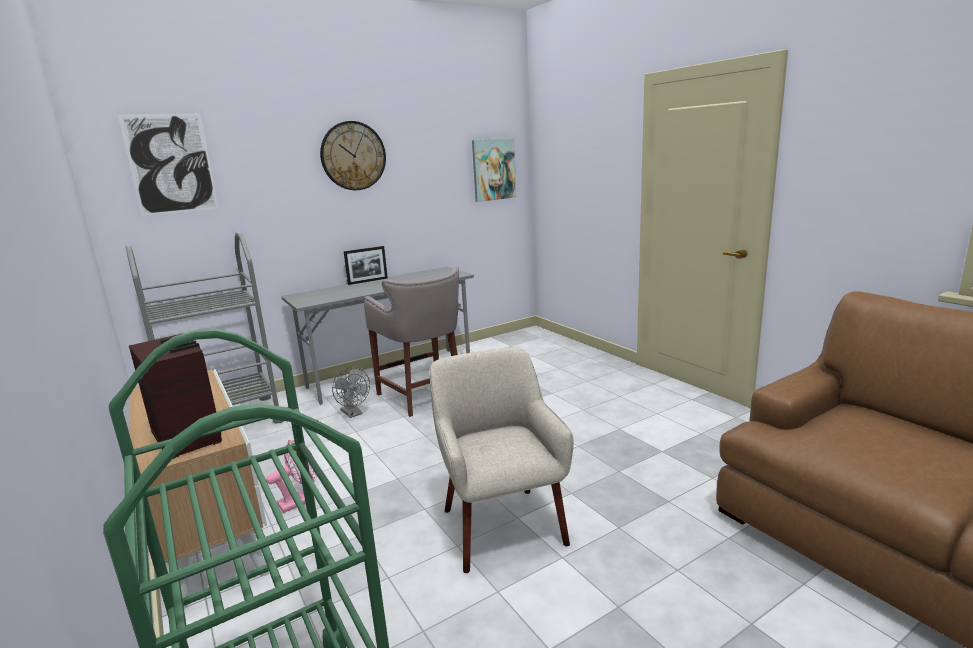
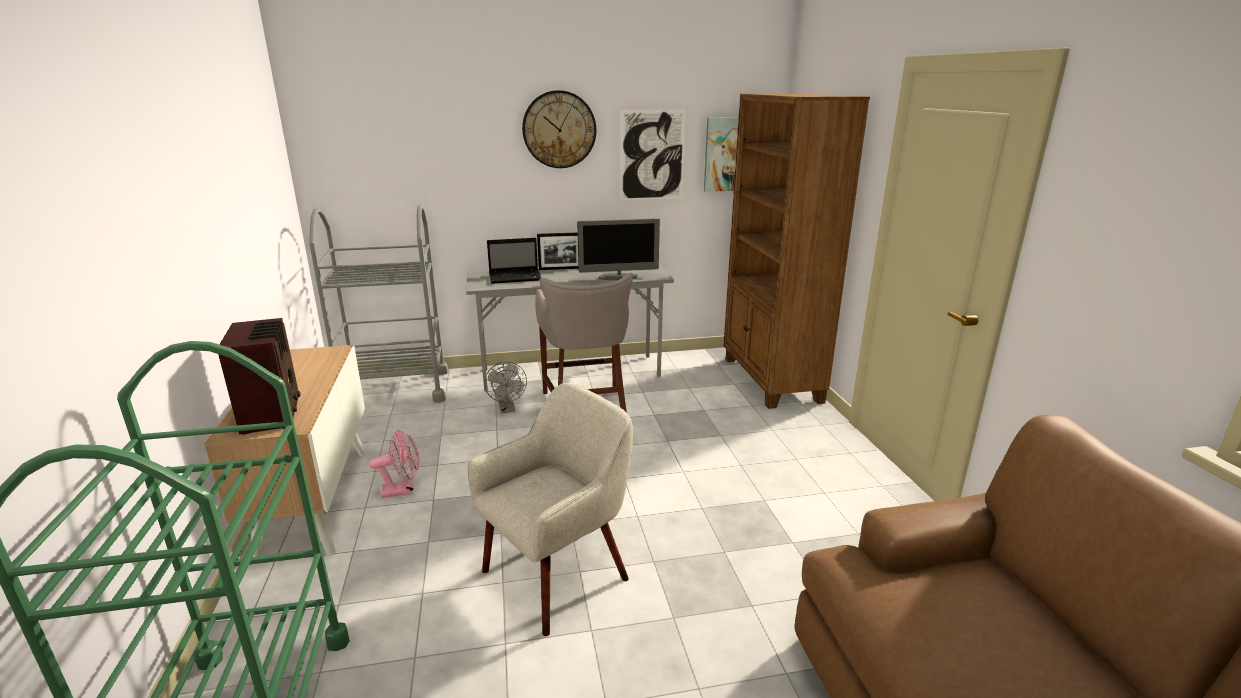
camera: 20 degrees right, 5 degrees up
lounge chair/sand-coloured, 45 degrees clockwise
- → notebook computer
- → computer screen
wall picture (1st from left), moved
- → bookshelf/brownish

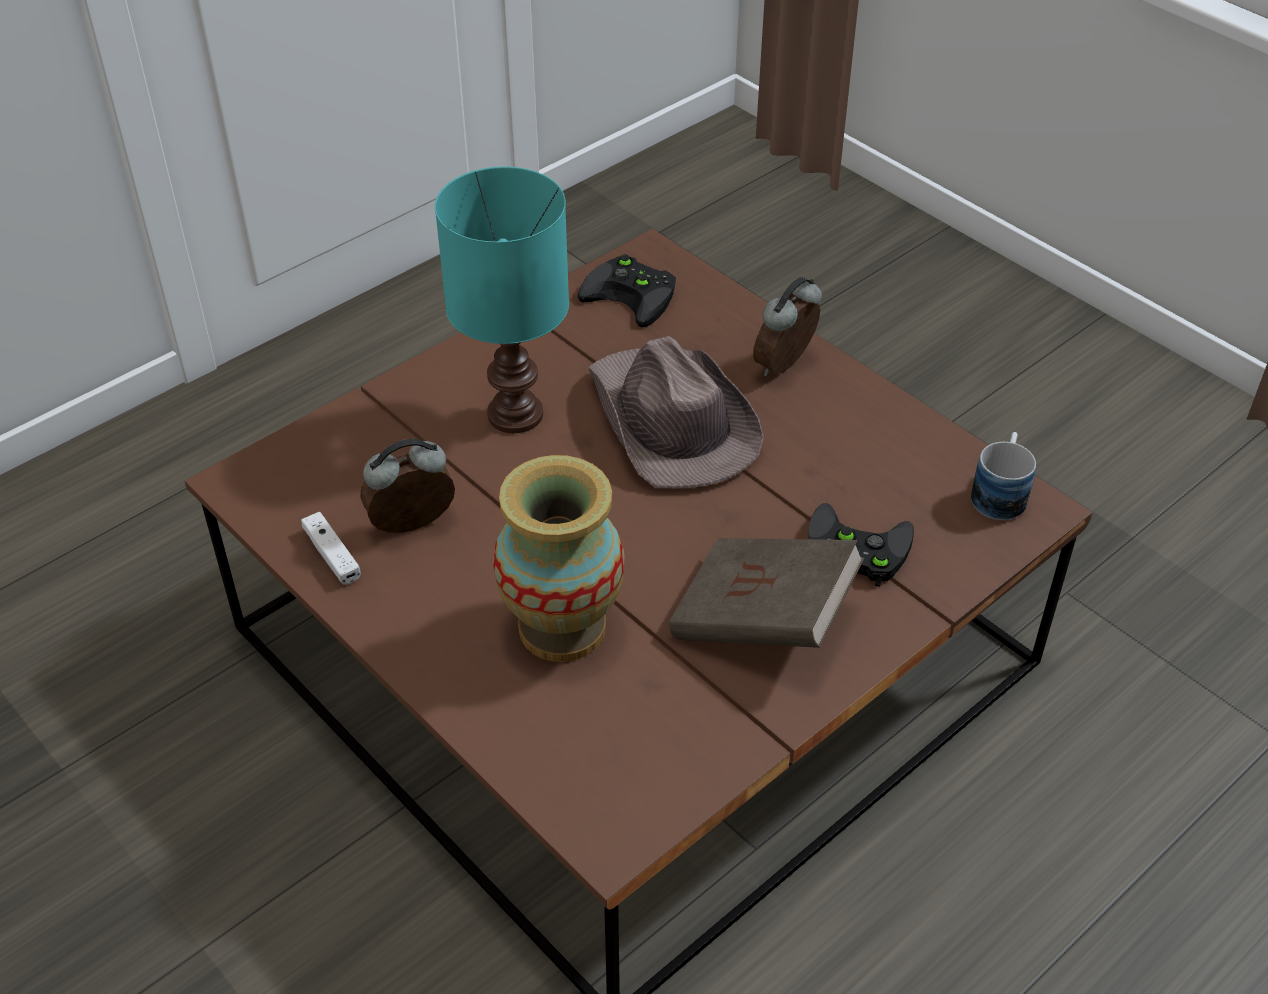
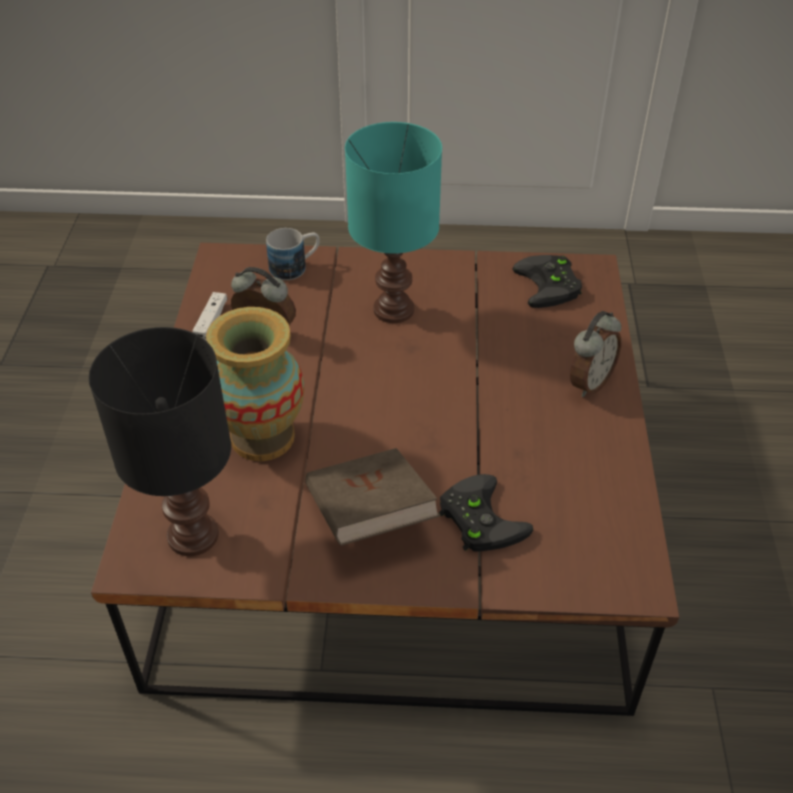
camera: 45 degrees right, 0 degrees up
- → tabletop lamp/black-coloured
coffee mug, moved
bedside clock (2nd from left), 135 degrees clockwise
clothing hat/brownish → -

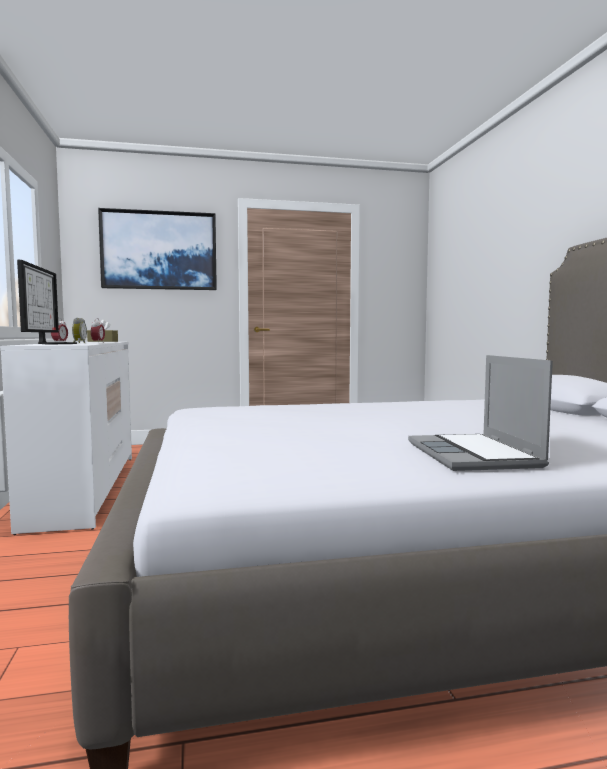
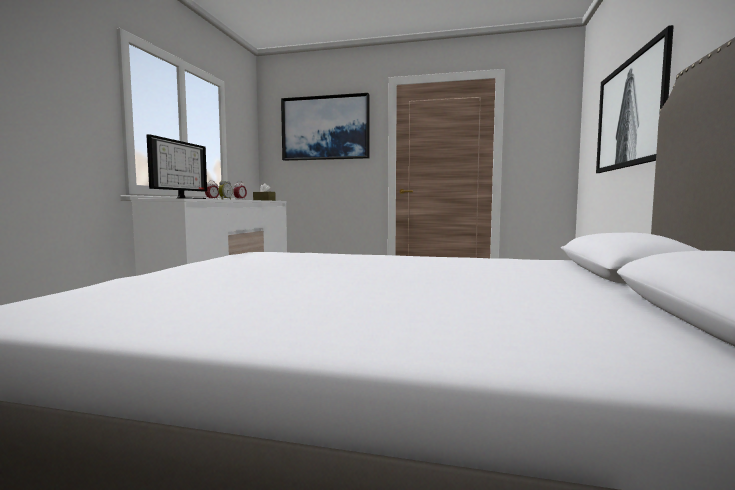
camera: 25 degrees right, 0 degrees up
- → wall picture (2nd from left)
notebook computer → -

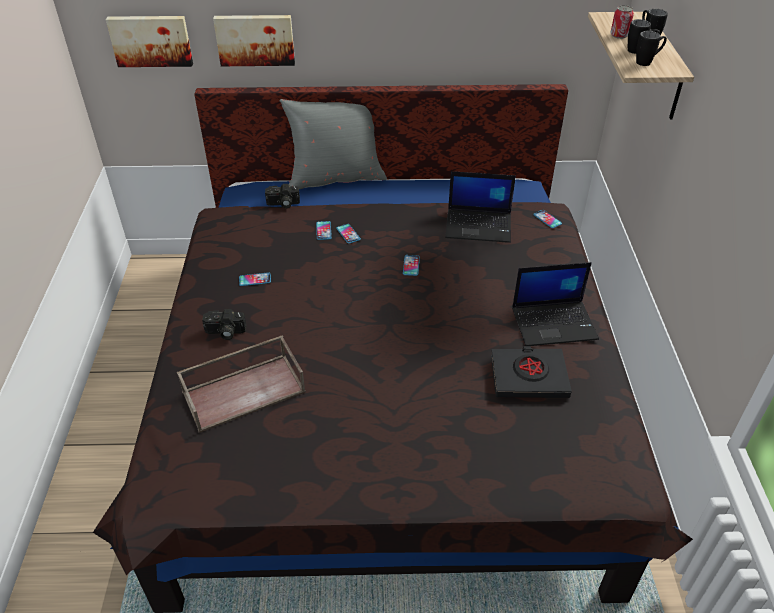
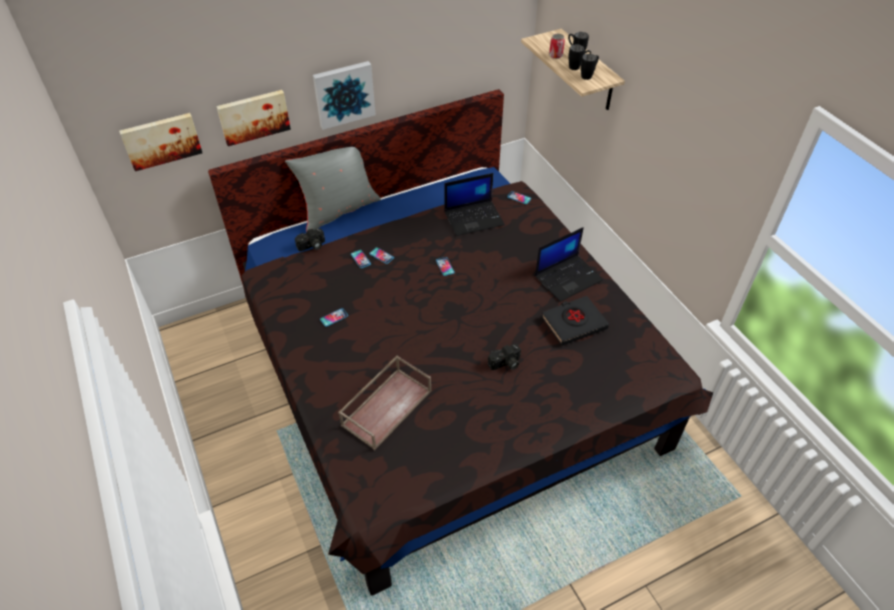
camera: 25 degrees left, 5 degrees up
- → wall picture (3rd from left)
photo camera (1st from left in the first image) → photo camera (2nd from left), moved

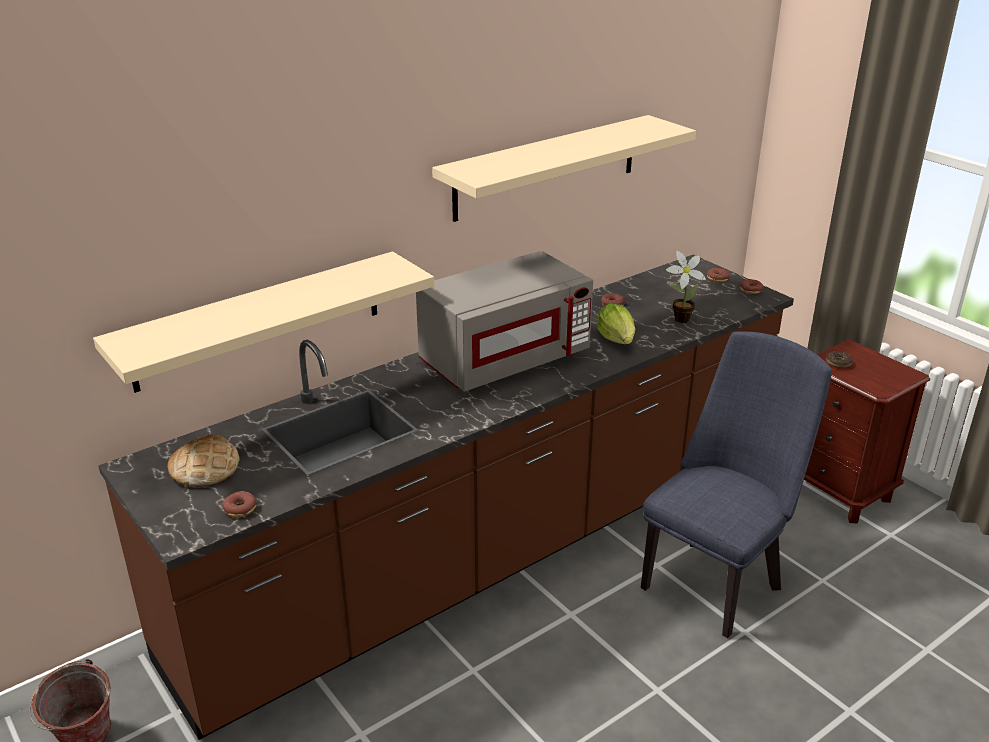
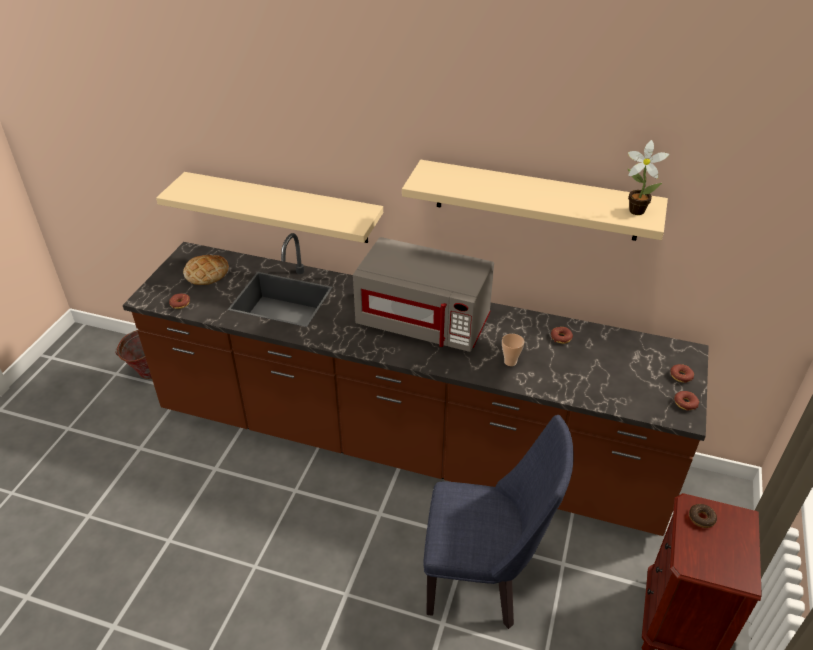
camera: 55 degrees right, 10 degrees up
lettuce → cup
potted plant, moved

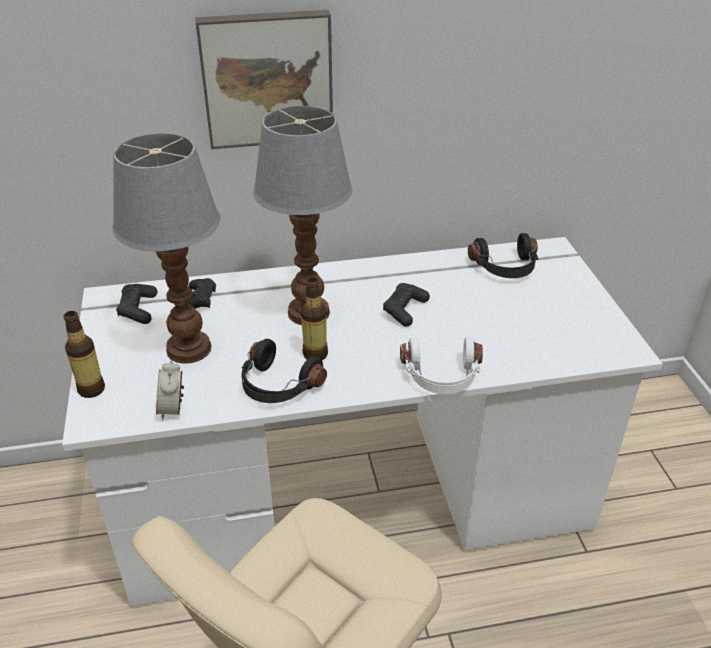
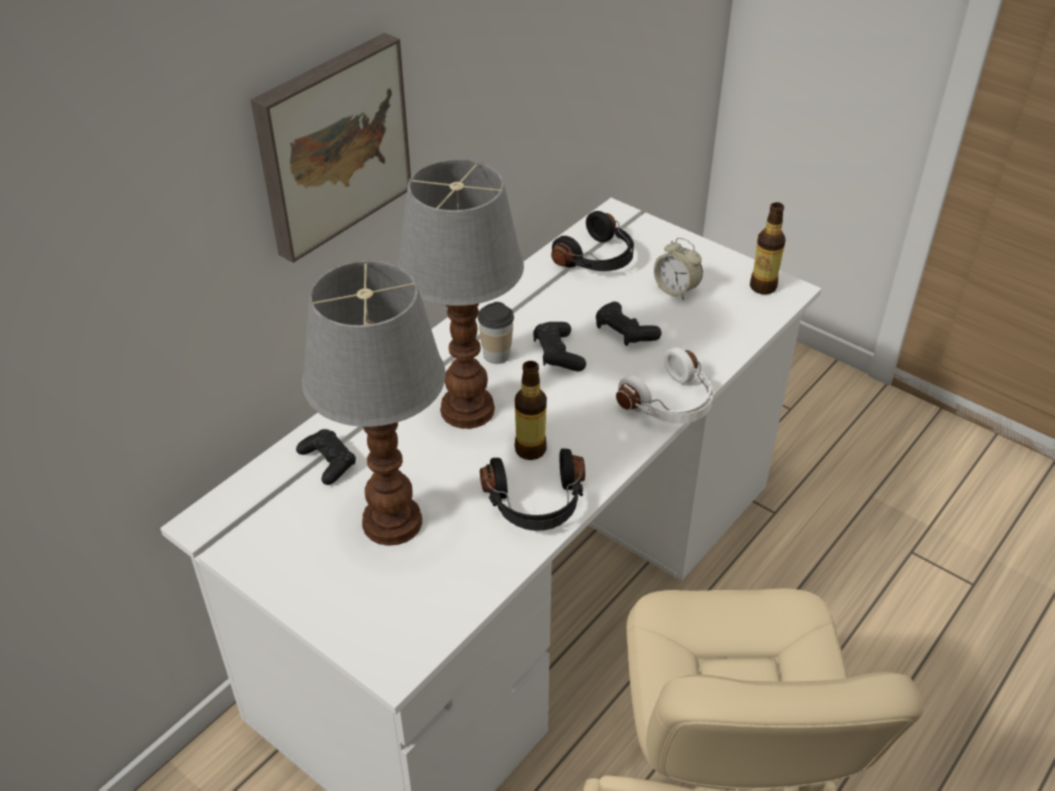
camera: 40 degrees left, 5 degrees up
- → cup
joypad/black-coloured (1st from left in the first image) → joypad/black-coloured (3rd from left), moved
bedside clock, moved
drink bottle (1st from left in the first image) → drink bottle (2nd from left), moved

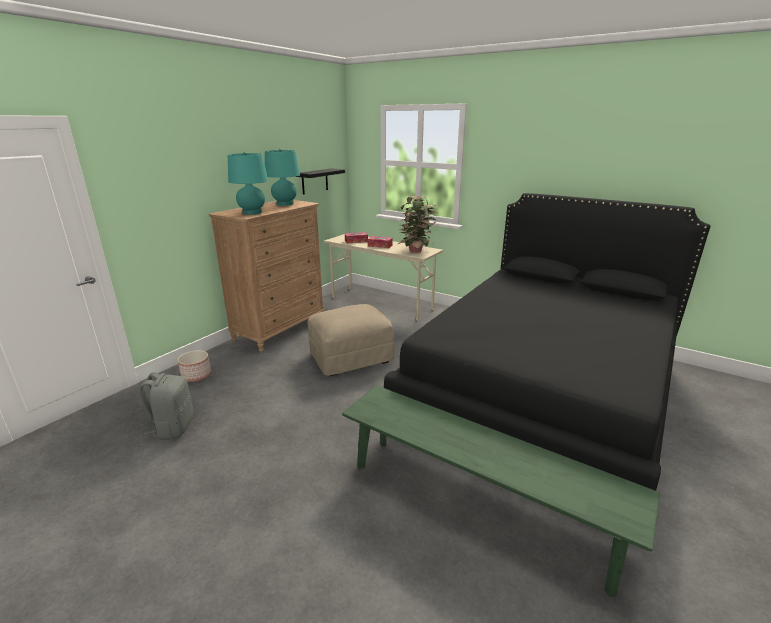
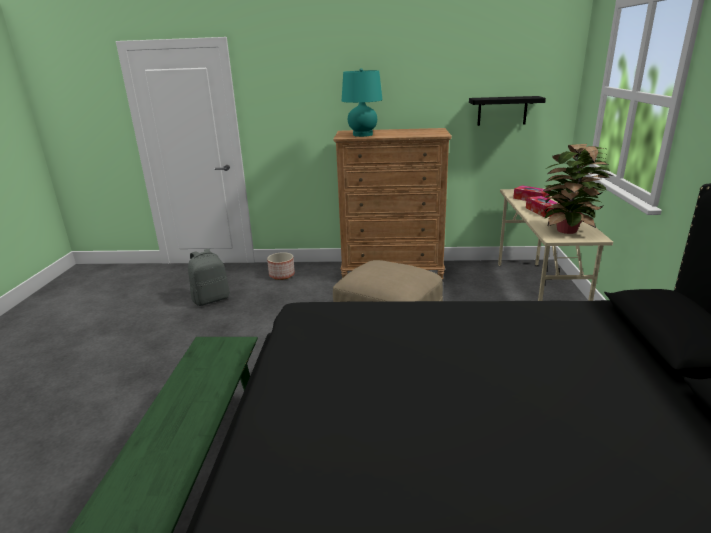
camera: 60 degrees right, 0 degrees up
tabletop lamp/turquoise (2nd from left) → -

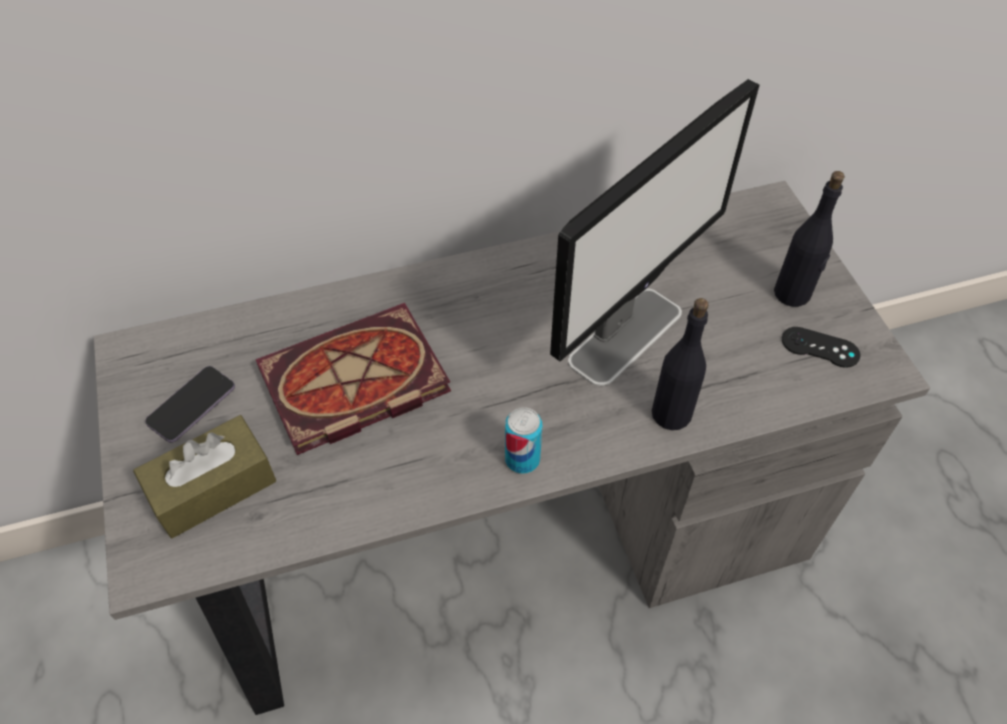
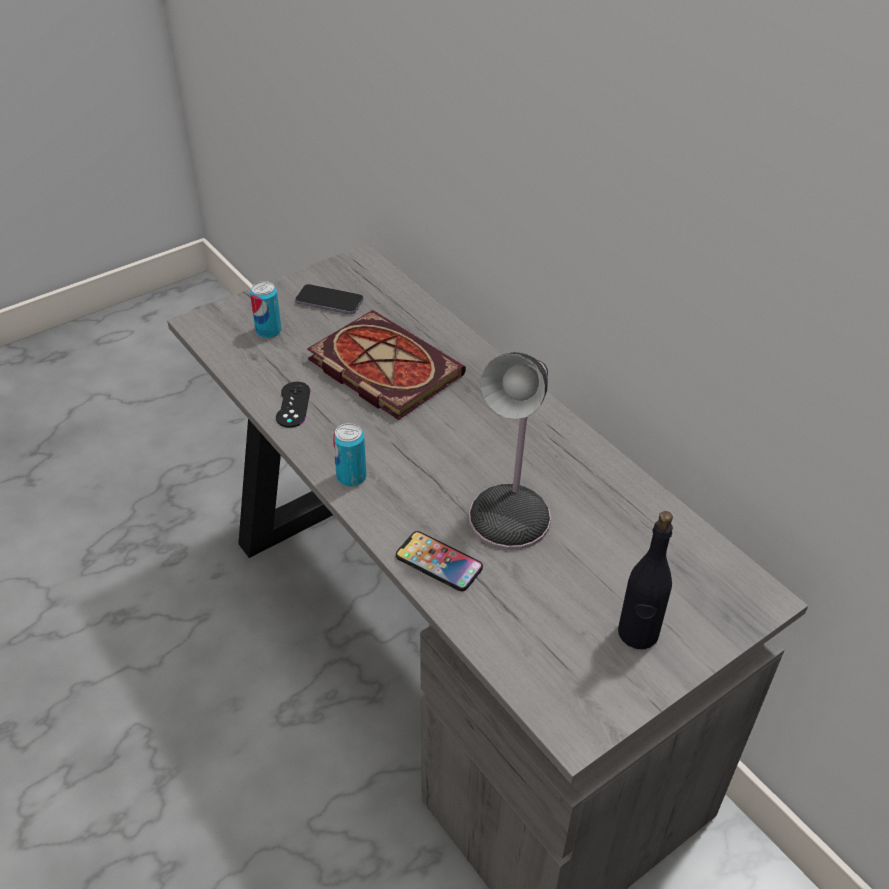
camera: 70 degrees right, 10 degrees down
tissue box/brownish → metal can (1st from left)
joypad/black-coloured, moved
drink bottle/black-coloured (1st from left) → handset (2nd from left)
computer screen → tabletop lamp

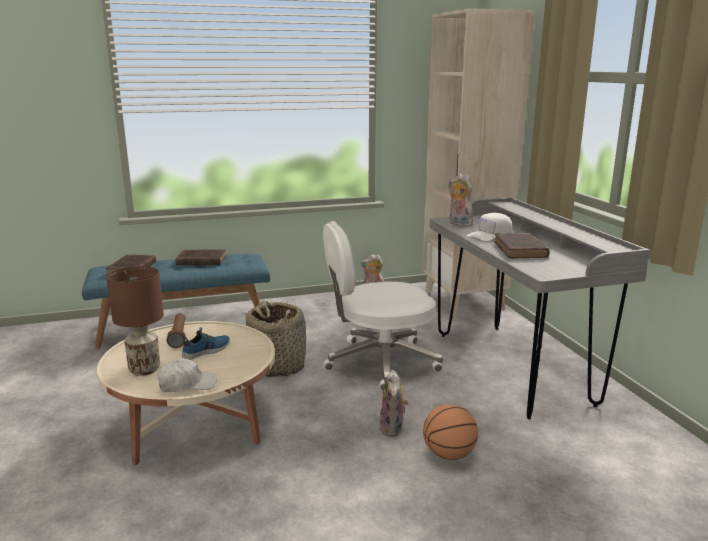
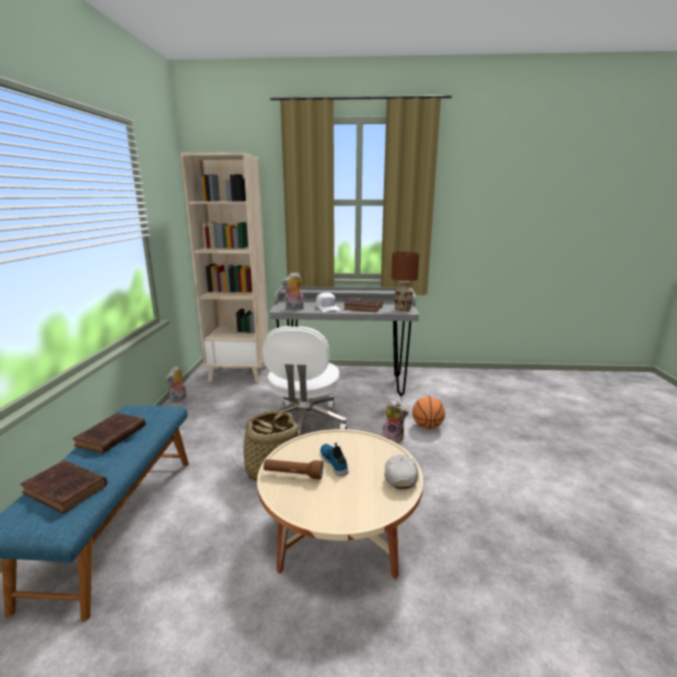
camera: 70 degrees left, 0 degrees up
tabletop lamp/brownish, moved

